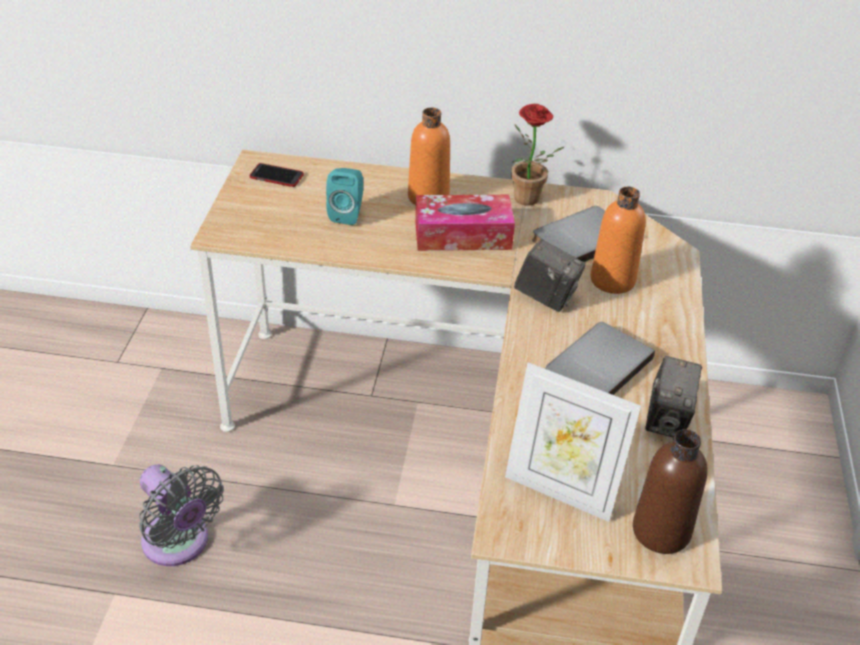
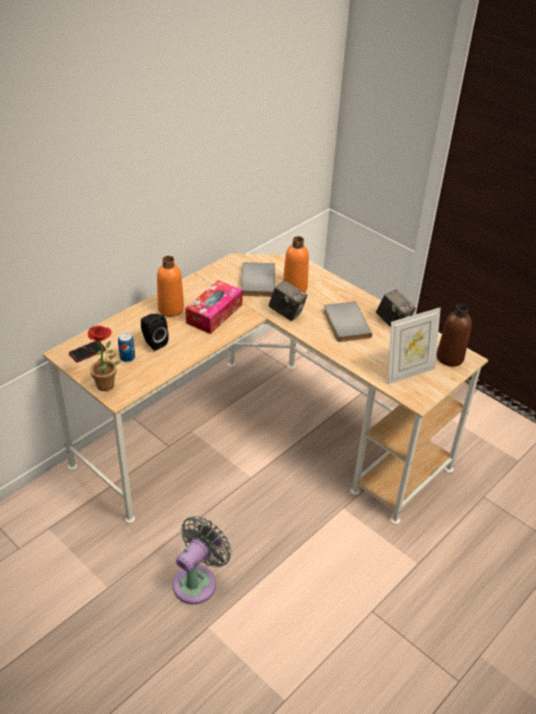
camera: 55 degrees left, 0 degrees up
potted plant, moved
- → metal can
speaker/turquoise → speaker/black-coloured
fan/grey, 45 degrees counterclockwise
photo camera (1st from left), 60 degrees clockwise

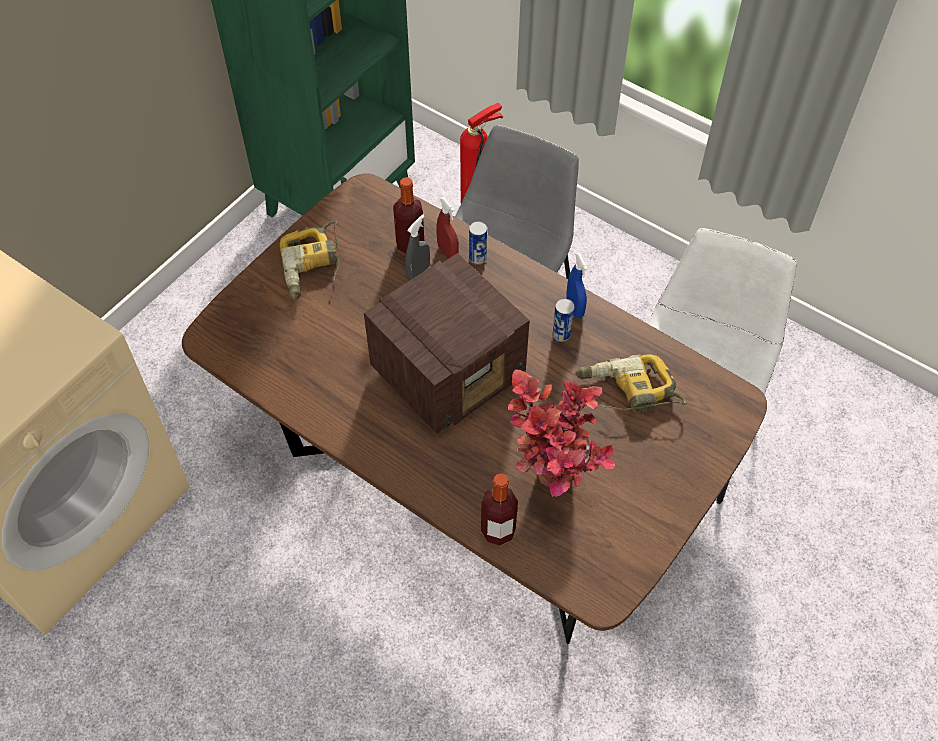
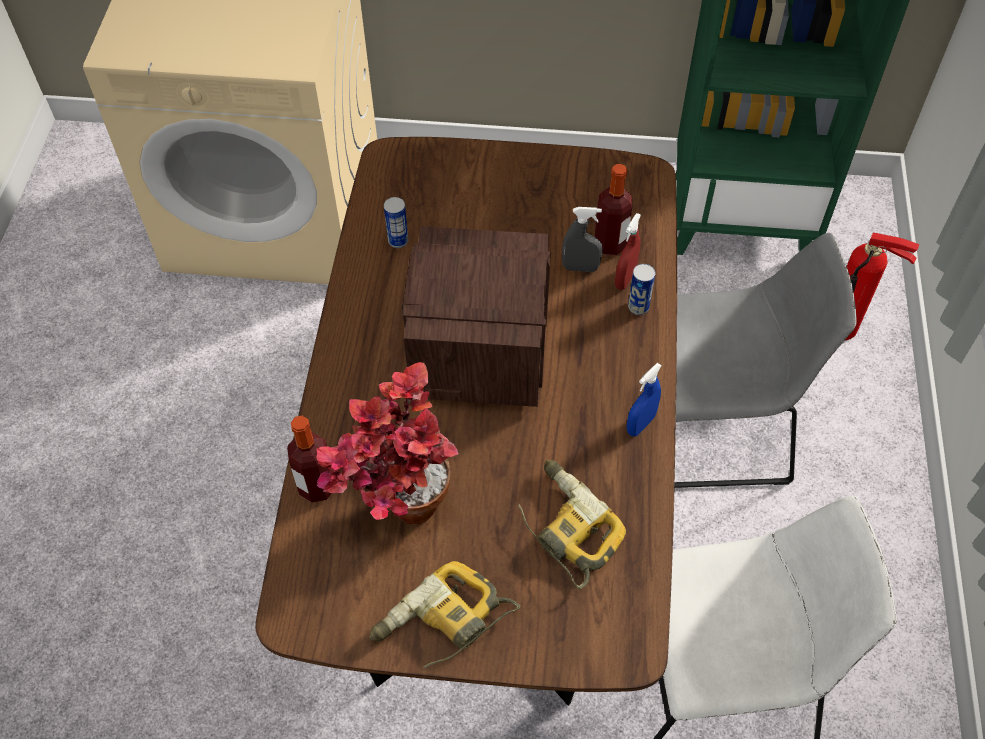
camera: 60 degrees right, 0 degrees up
drill (1st from left), moved
metal can (2nd from left in the first image) → metal can (1st from left), moved
radio receiver, 75 degrees clockwise

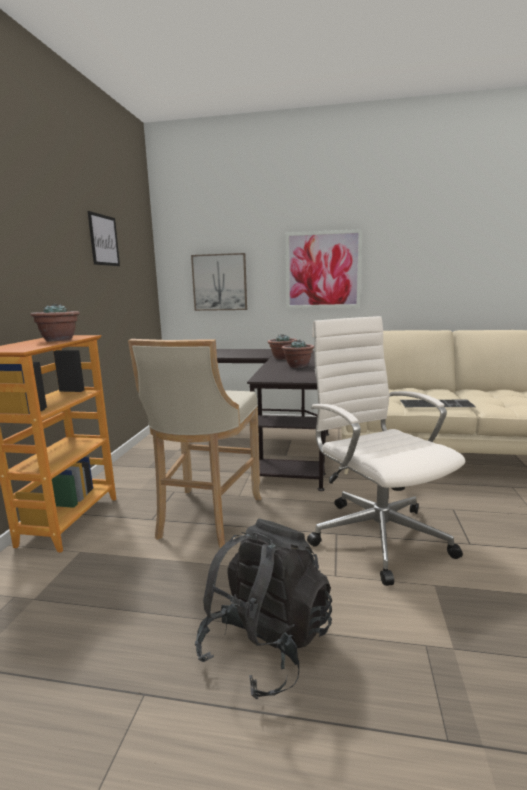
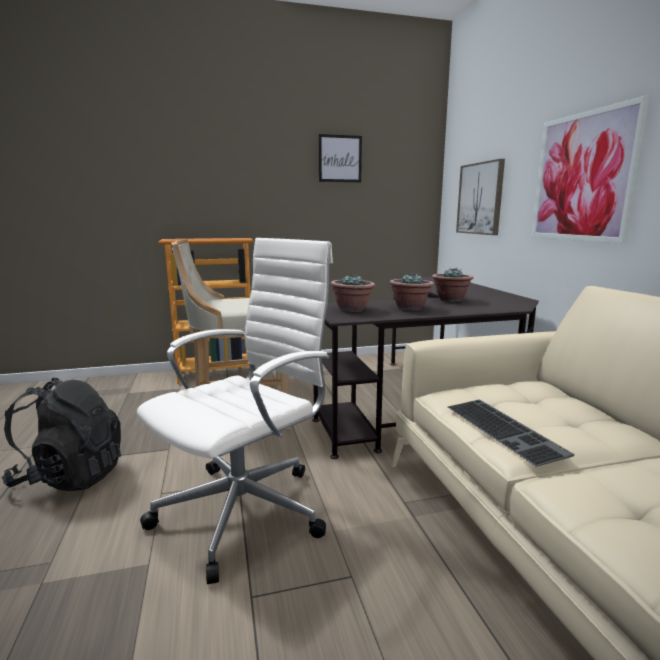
camera: 65 degrees right, 0 degrees up
potted plant (1st from left), moved

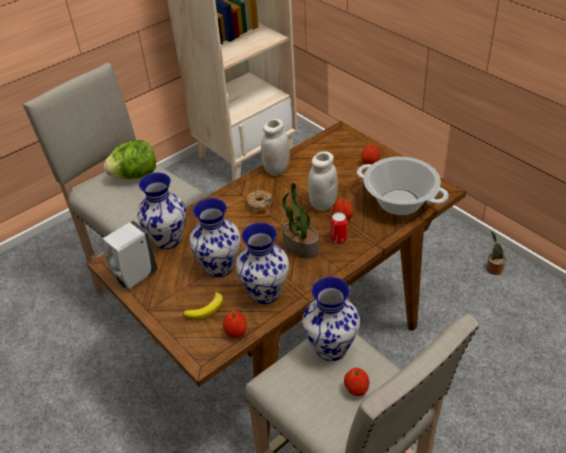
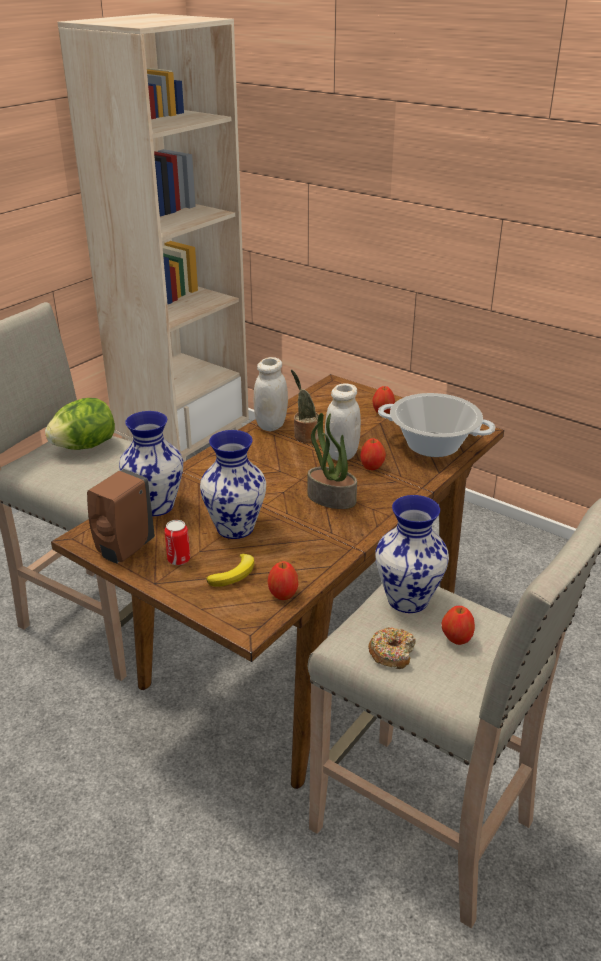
camera: 15 degrees left, 10 degrees down
liquid soap bottle/white → liquid soap bottle/brownish
metal can, moved
potted plant (2nd from left in the first image) → potted plant (1st from left), moved
donut, moved
vase (3rd from left) → -

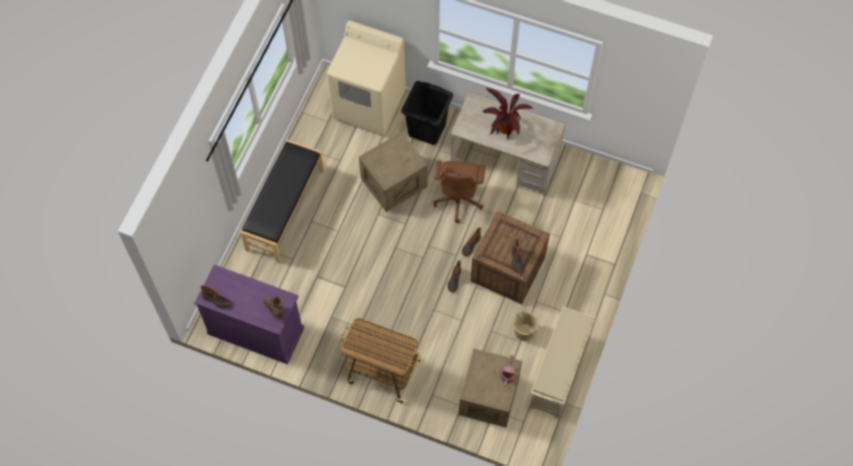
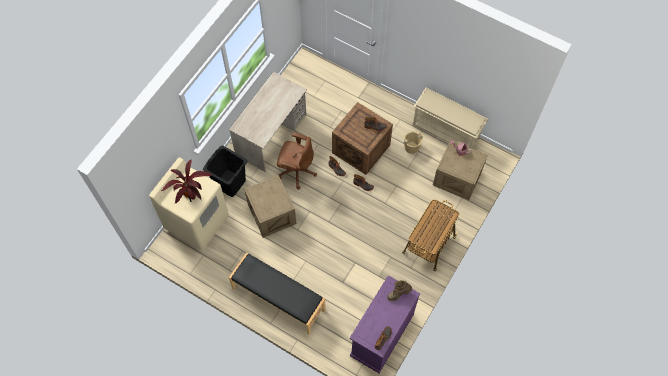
camera: 80 degrees left, 0 degrees up
potted plant, moved

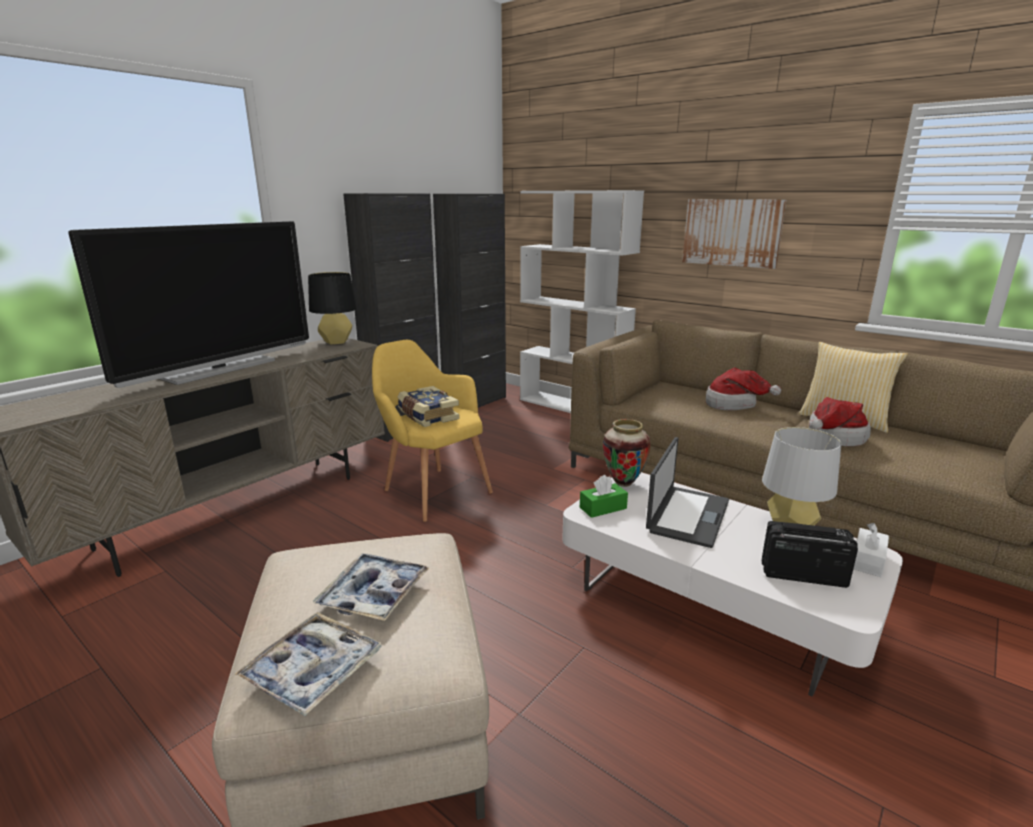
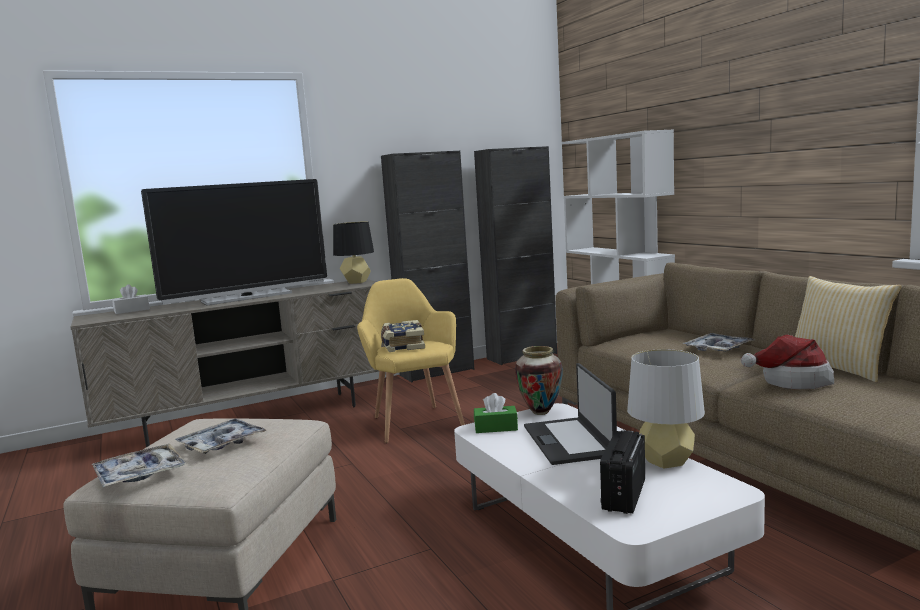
camera: 25 degrees right, 10 degrees down
tissue box/white, moved
notebook computer, 120 degrees clockwise
radio receiver, 105 degrees counterclockwise
clothing hat (1st from left) → carrying tray (3rd from left)
wall picture → -

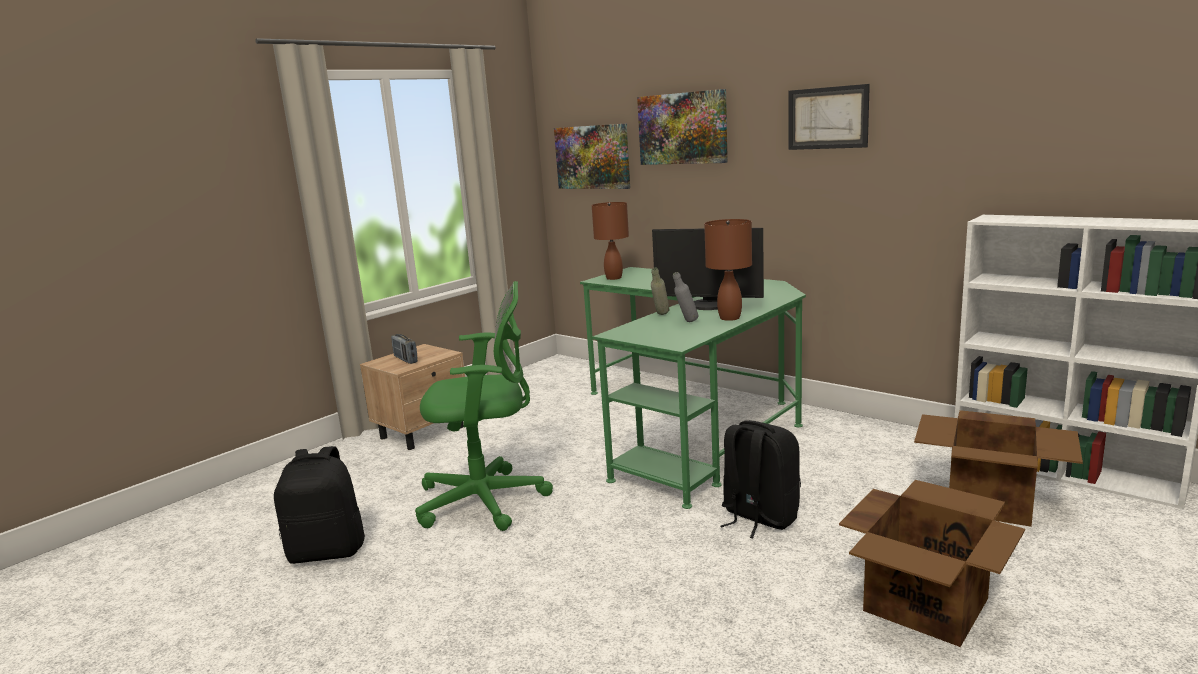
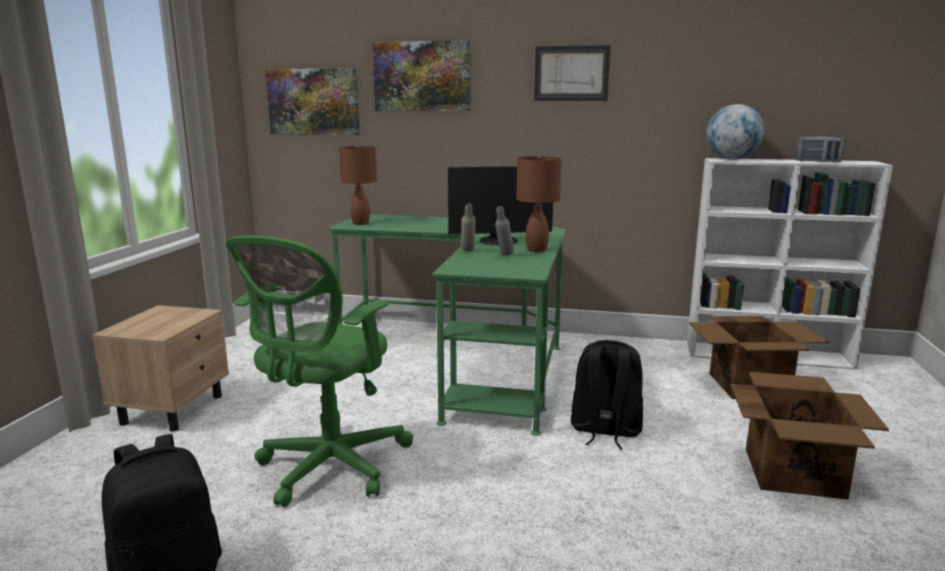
camera: 30 degrees left, 0 degrees up
computer chair/greenish, 150 degrees clockwise
- → world globe
radio receiver, moved

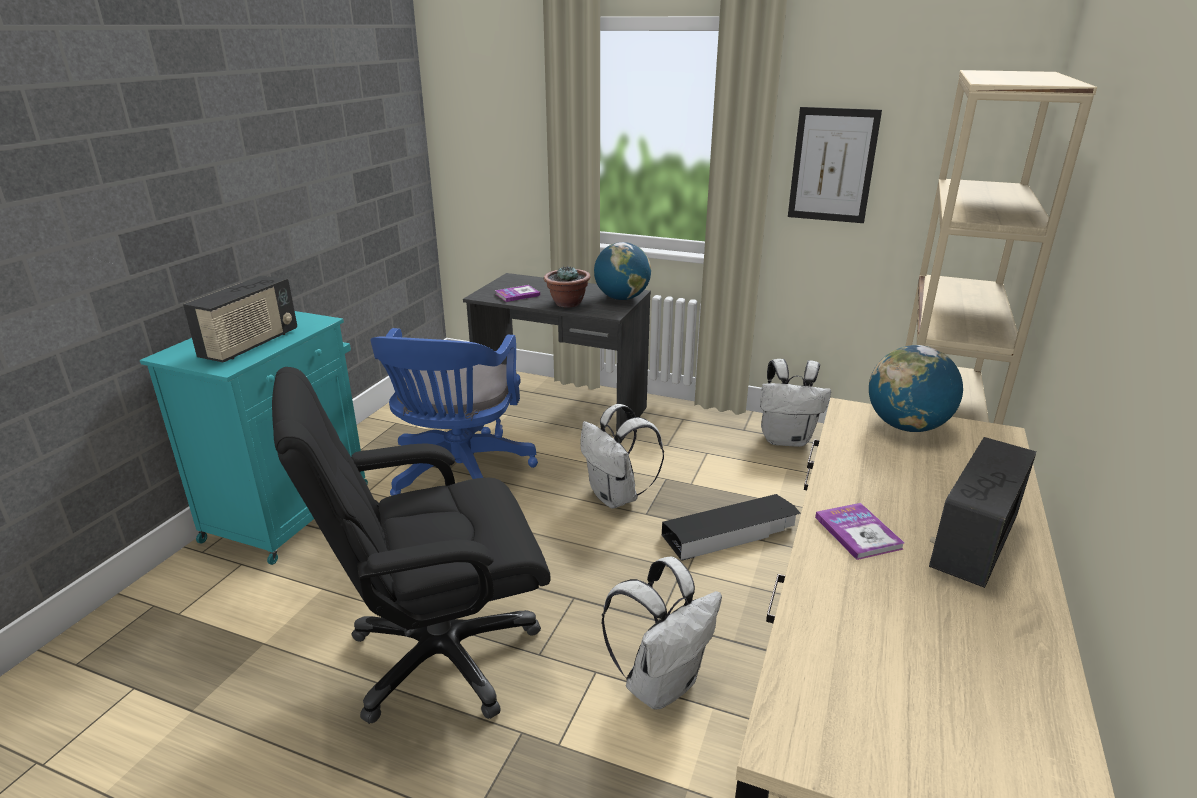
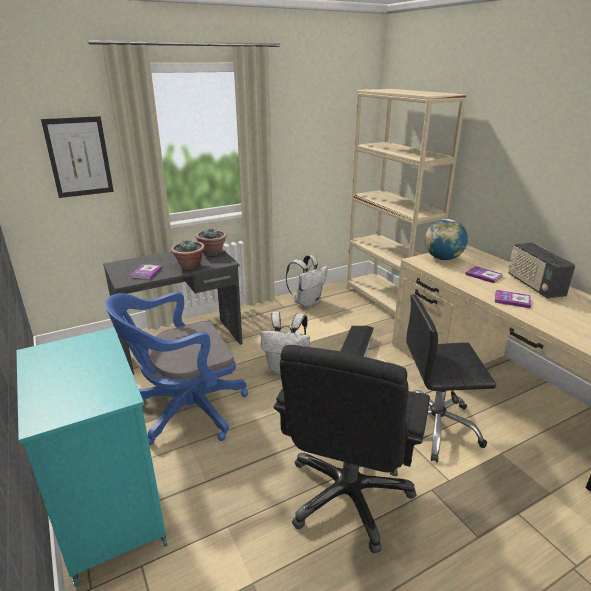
camera: 50 degrees left, 0 degrees up
wall picture, moved
computer chair/bluish, 105 degrees clockwise
world globe (1st from left) → potted plant (2nd from left)
rucksack/white (2nd from left) → computer chair/black-coloured (2nd from left)
- → volume (2nd from left)
radio receiver (1st from left) → -

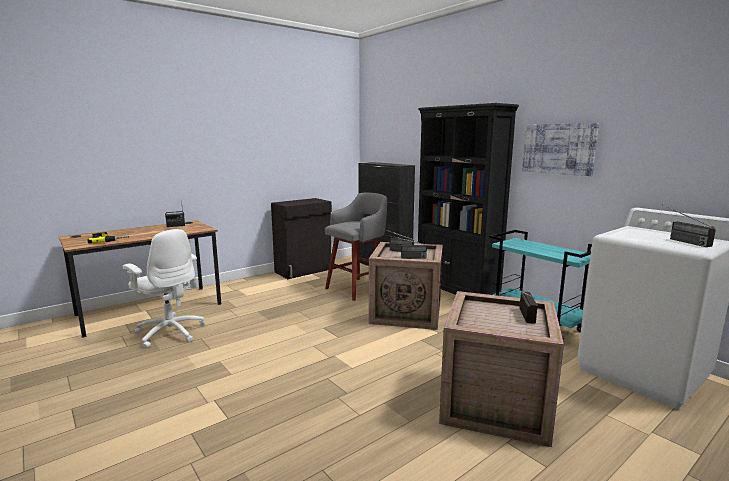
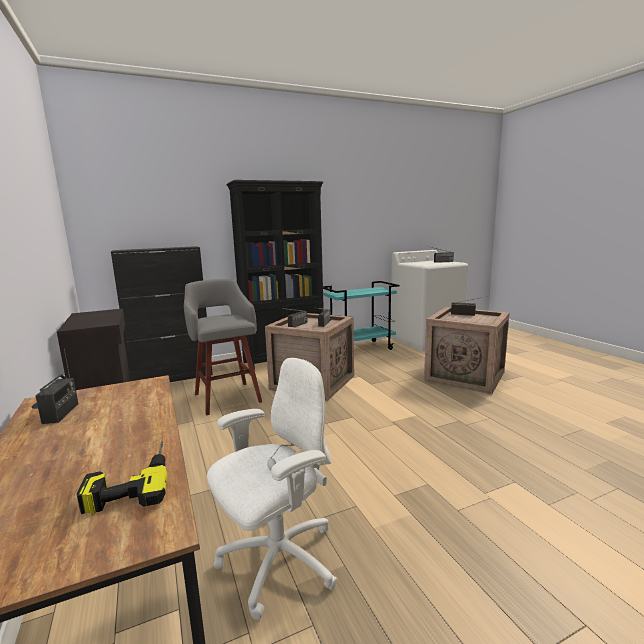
camera: 75 degrees left, 0 degrees up
wall picture → -

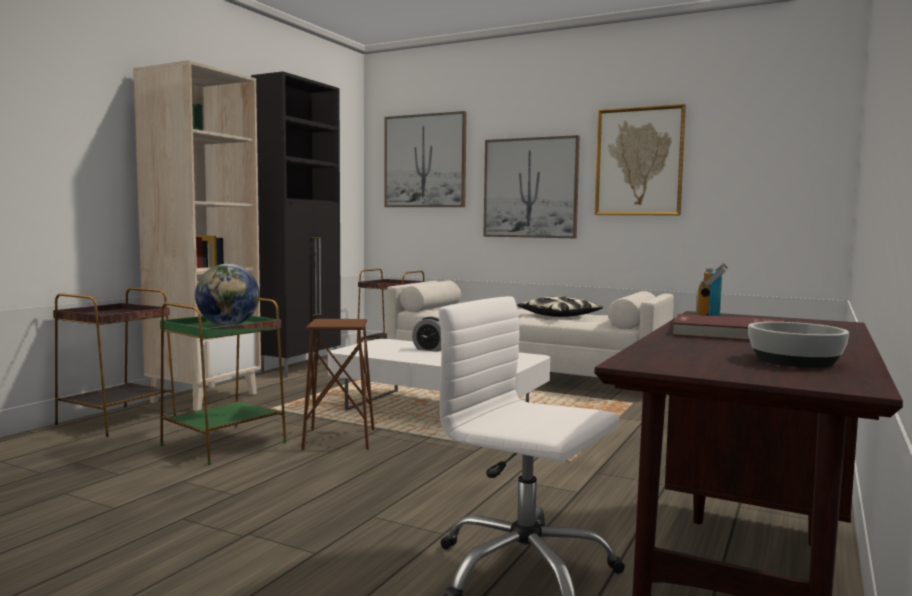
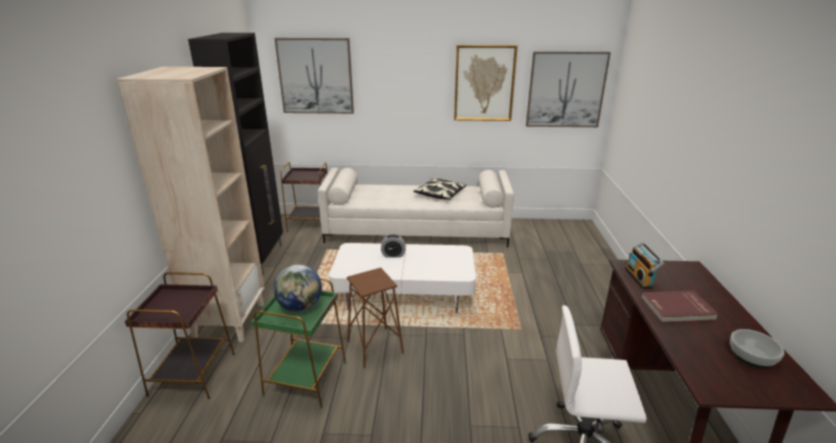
camera: 25 degrees left, 20 degrees up
wall picture (2nd from left in the first image) → wall picture (3rd from left), moved

